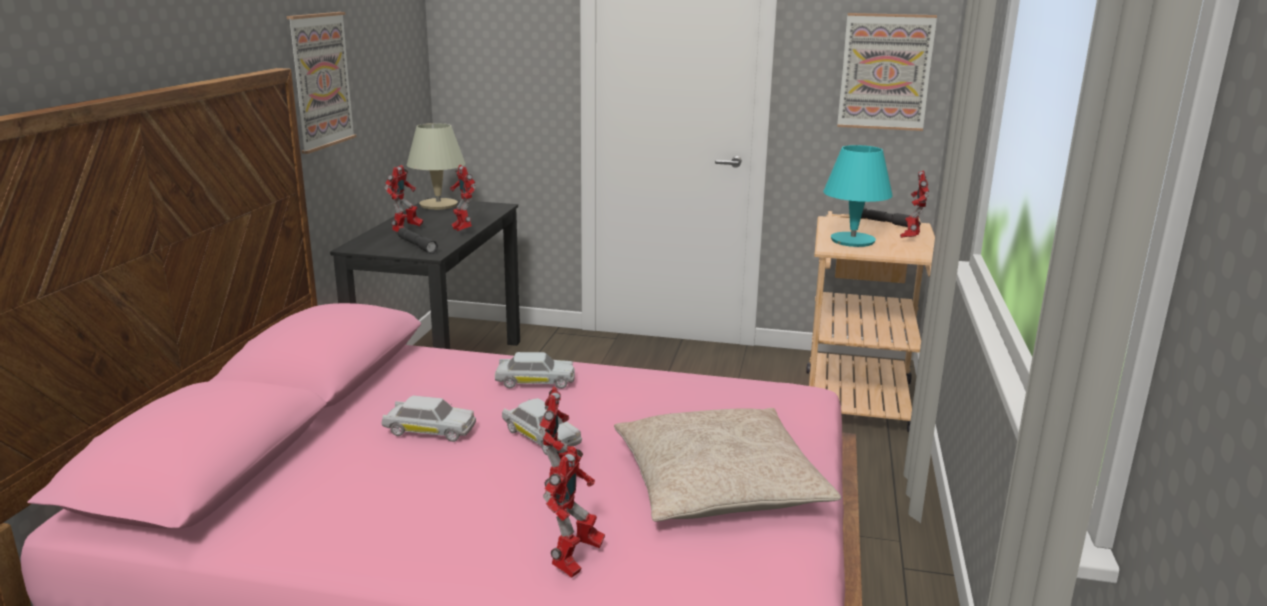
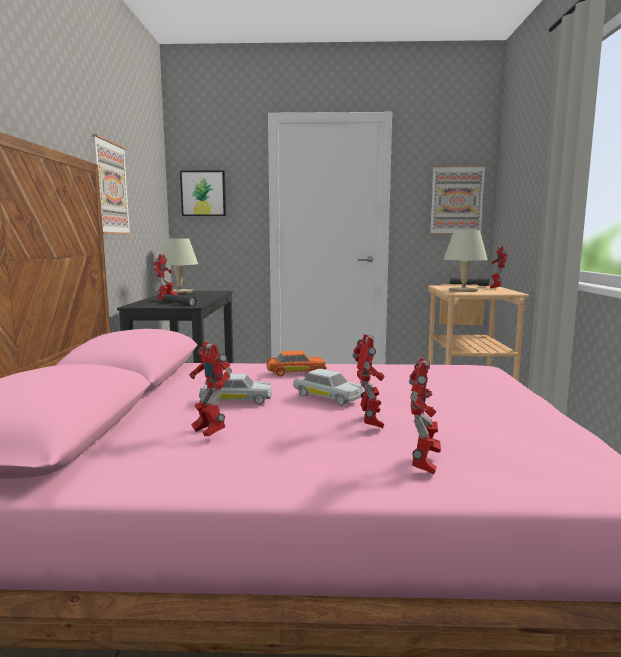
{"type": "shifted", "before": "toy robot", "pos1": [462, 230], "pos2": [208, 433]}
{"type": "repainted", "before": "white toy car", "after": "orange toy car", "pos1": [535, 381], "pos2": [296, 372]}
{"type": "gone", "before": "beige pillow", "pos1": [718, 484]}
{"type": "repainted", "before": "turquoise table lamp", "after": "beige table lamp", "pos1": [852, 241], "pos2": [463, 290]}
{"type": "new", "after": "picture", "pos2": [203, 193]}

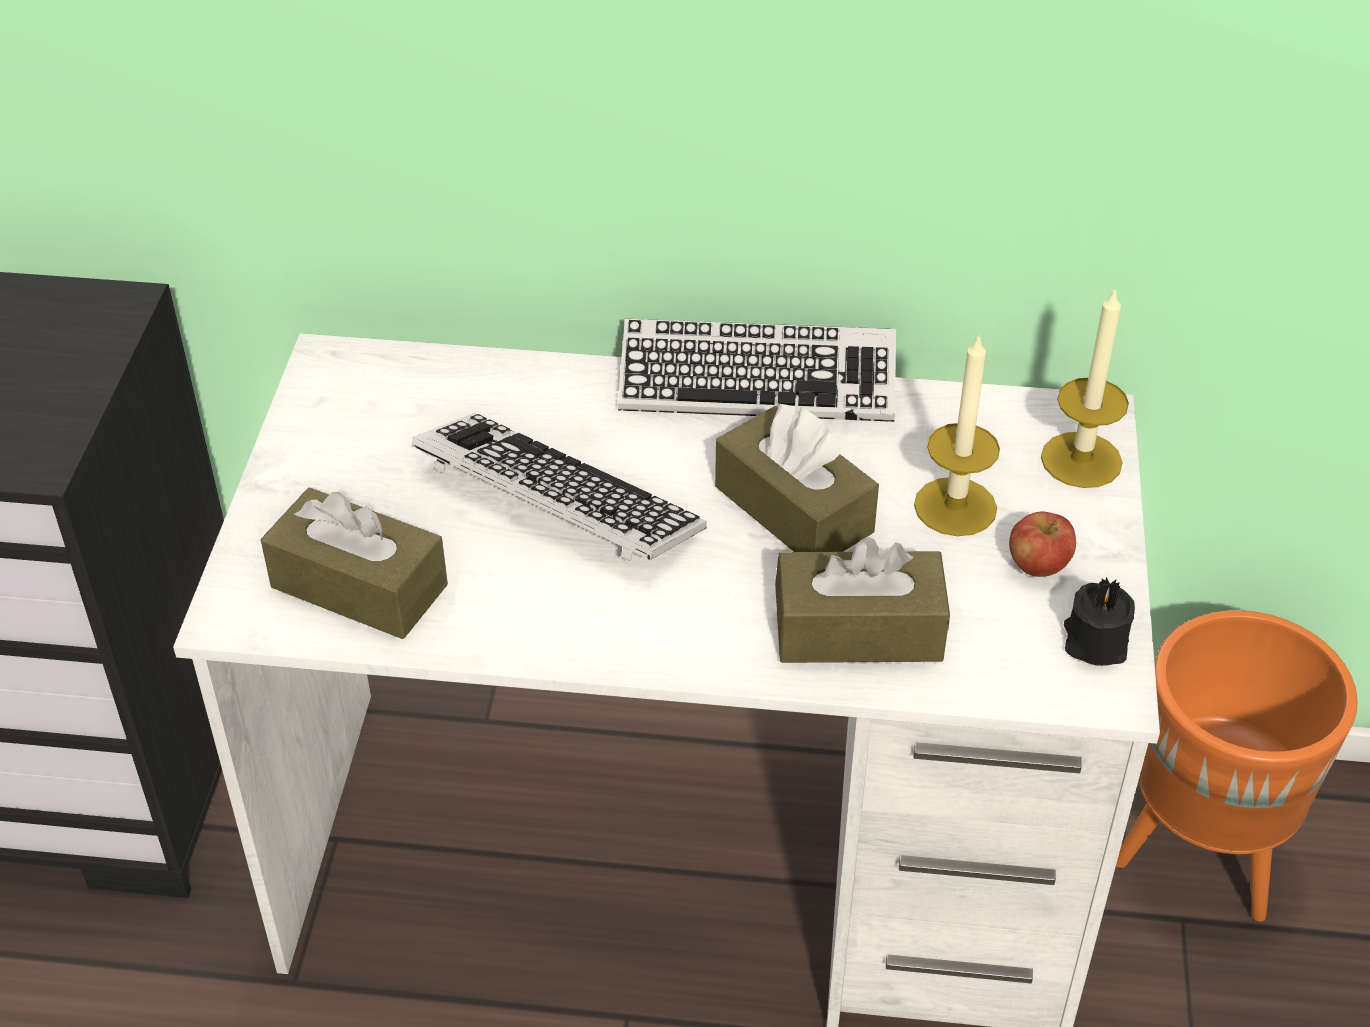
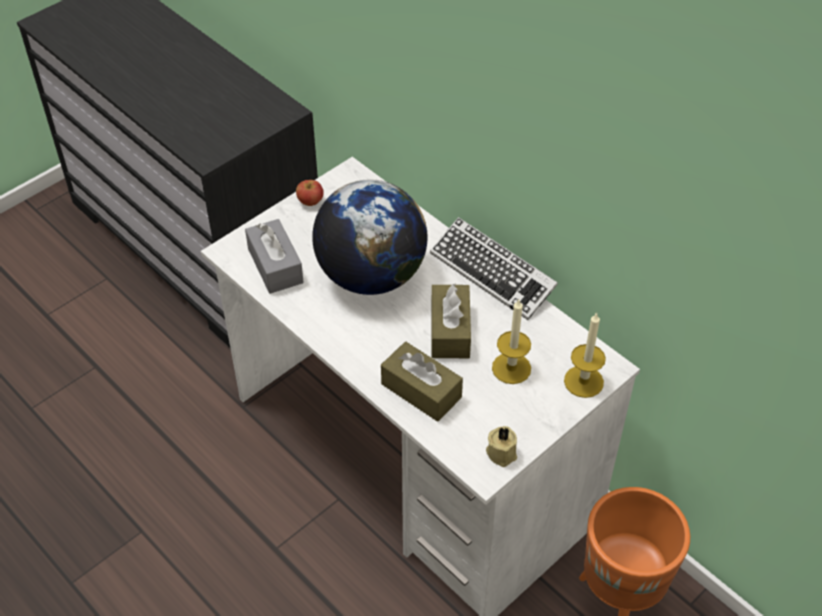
{"type": "repainted", "before": "brown tissue box", "after": "grey tissue box", "pos1": [359, 586], "pos2": [275, 265]}
{"type": "swapped", "before": "keyboard", "after": "globe", "pos1": [557, 501], "pos2": [371, 275]}
{"type": "shifted", "before": "apple", "pos1": [1038, 565], "pos2": [310, 201]}
{"type": "repainted", "before": "black candle", "after": "beige candle", "pos1": [1094, 641], "pos2": [502, 452]}

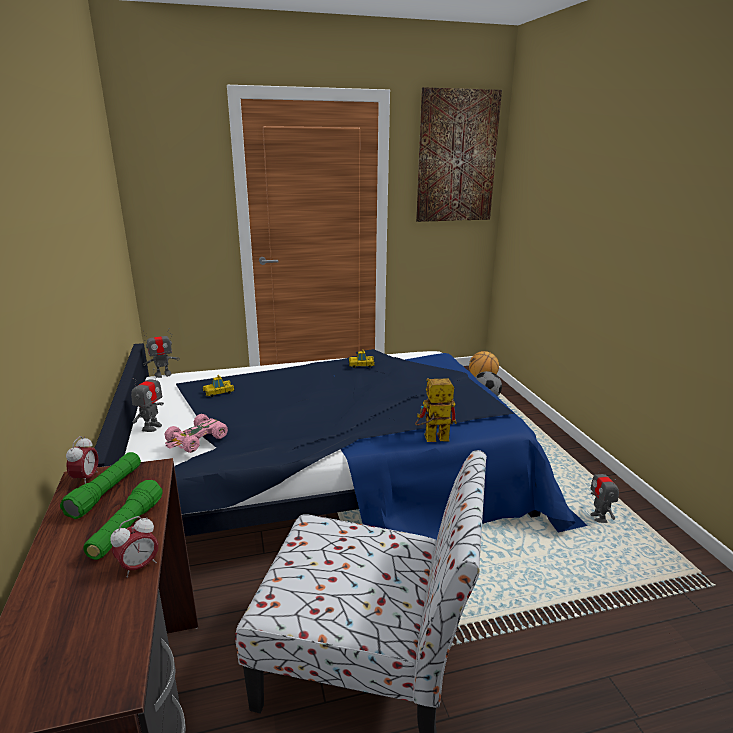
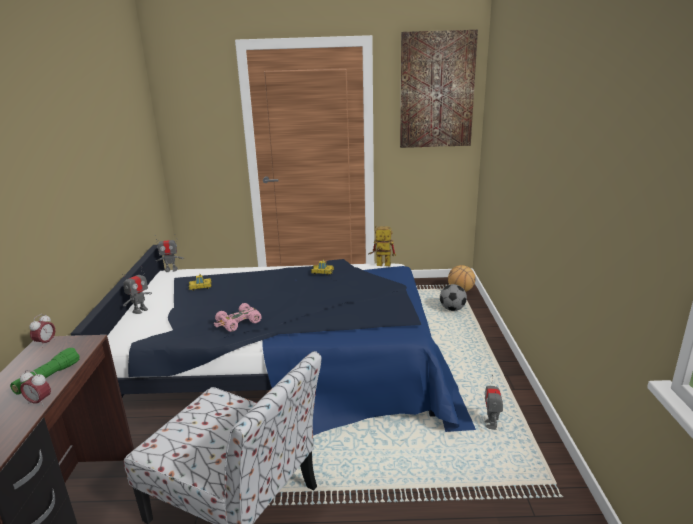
{"type": "gone", "before": "green flashlight", "pos1": [106, 492]}
{"type": "rotated", "before": "alarm clock", "pos1": [139, 566], "pos2": [39, 402], "turn": 45}
{"type": "shifted", "before": "pink toy car", "pos1": [196, 440], "pos2": [238, 322]}
{"type": "shifted", "before": "toy robot", "pos1": [431, 439], "pos2": [380, 265]}

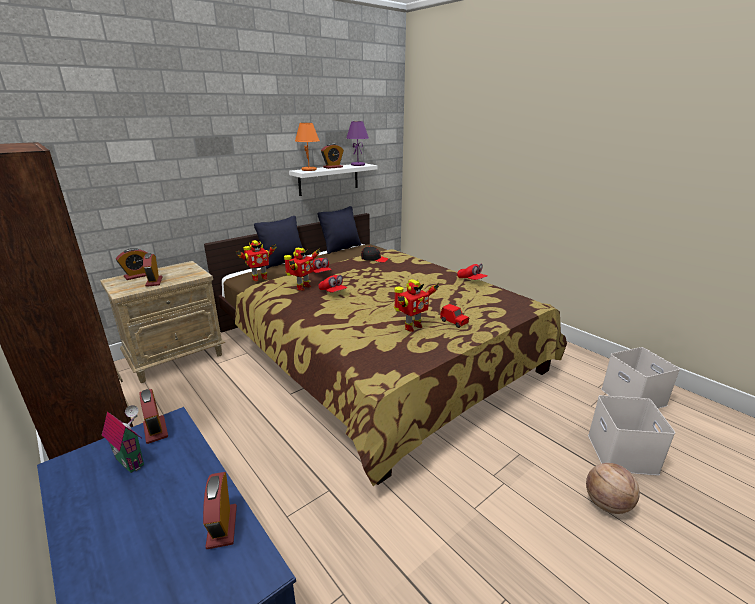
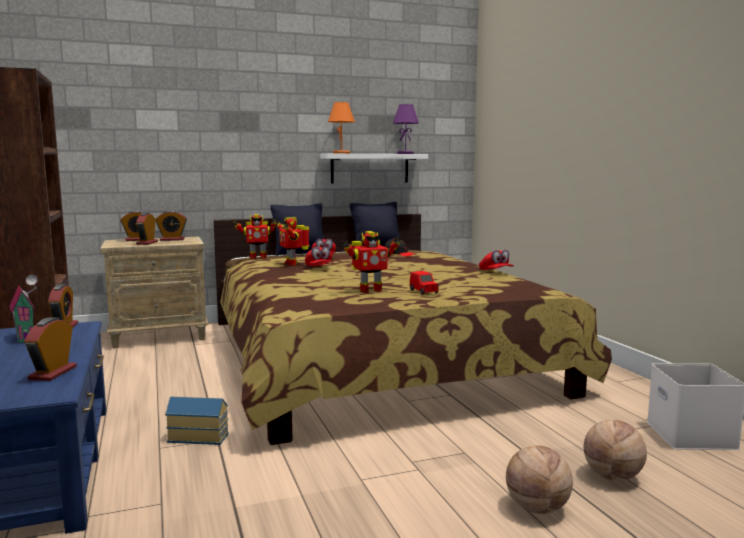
{"type": "rotated", "before": "toy robot", "pos1": [302, 287], "pos2": [292, 264], "turn": 105}
{"type": "shifted", "before": "alarm clock", "pos1": [333, 167], "pos2": [172, 239]}
{"type": "swapped", "before": "white storage box", "after": "basketball", "pos1": [623, 454], "pos2": [612, 477]}
{"type": "new", "after": "toy house", "pos2": [199, 436]}

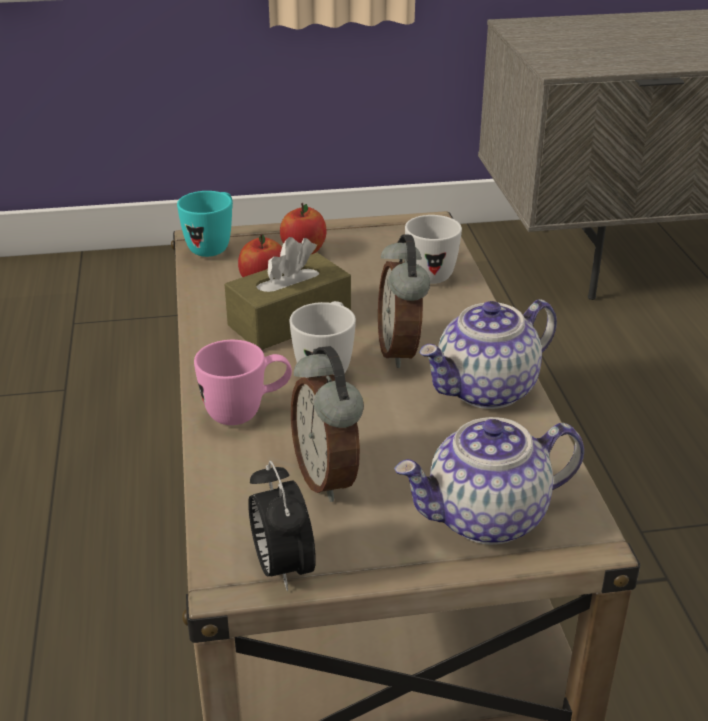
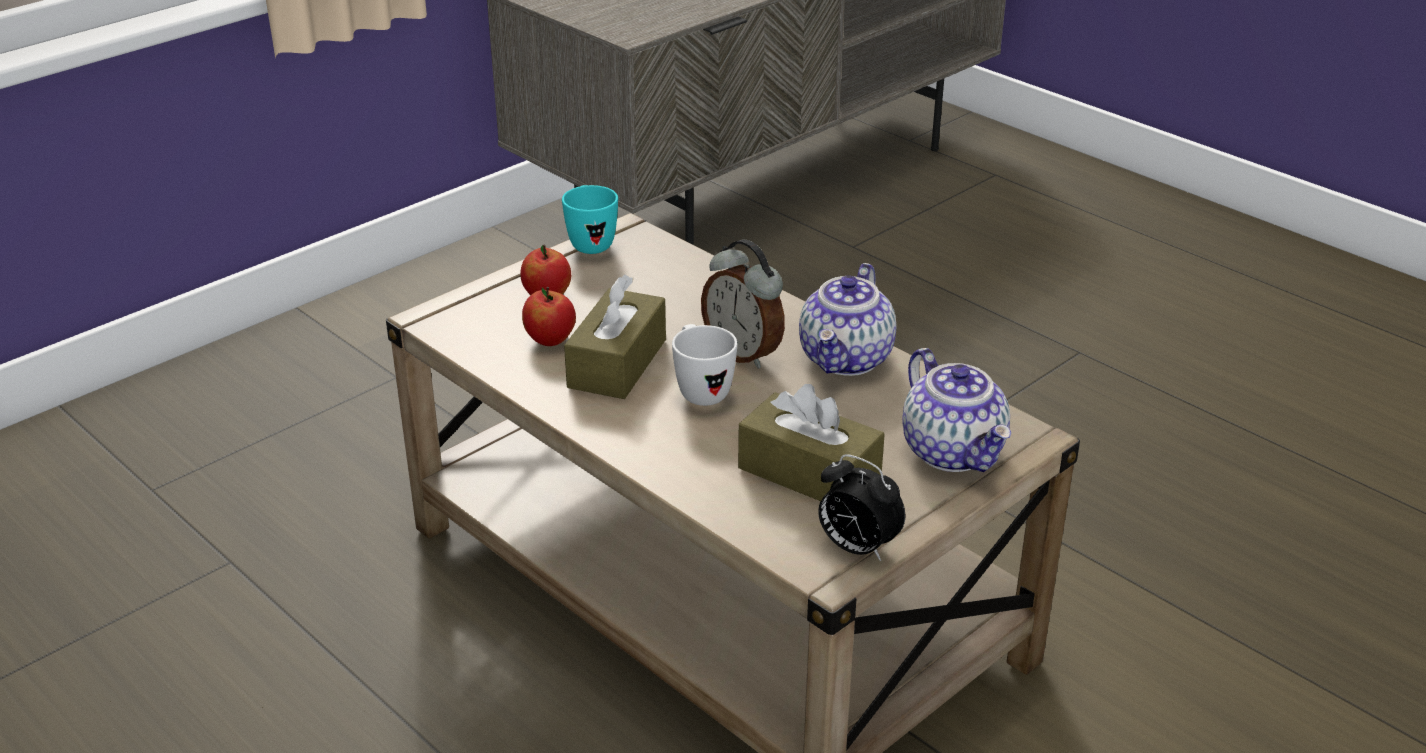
{"type": "shifted", "before": "turquoise mug", "pos1": [213, 246], "pos2": [590, 242]}
{"type": "gone", "before": "pink mug", "pos1": [246, 412]}
{"type": "swapped", "before": "alarm clock", "after": "brown tissue box", "pos1": [328, 477], "pos2": [809, 473]}
{"type": "rotated", "before": "teapot", "pos1": [486, 518], "pos2": [954, 452], "turn": -60}
{"type": "gone", "before": "white mug", "pos1": [430, 272]}

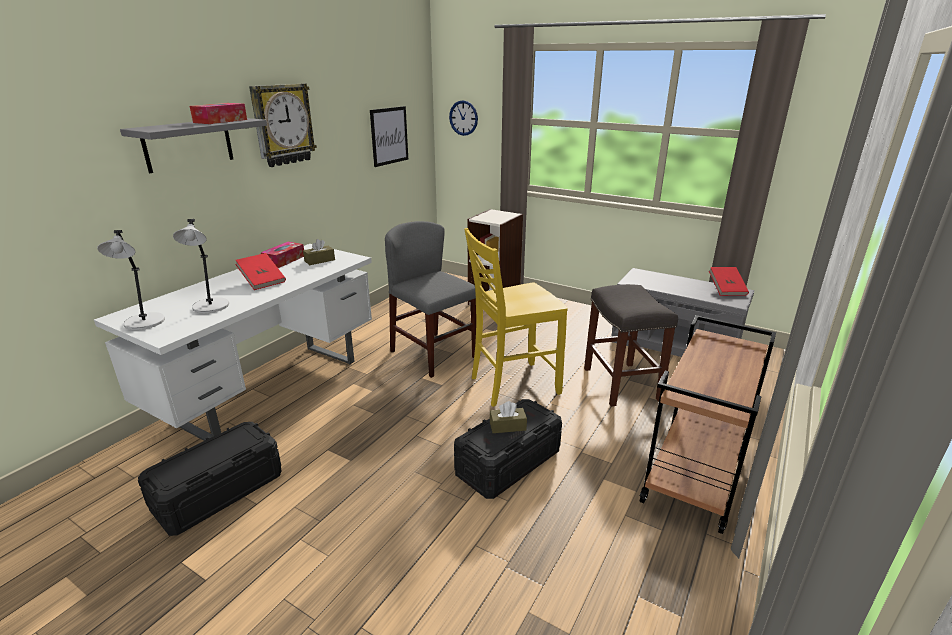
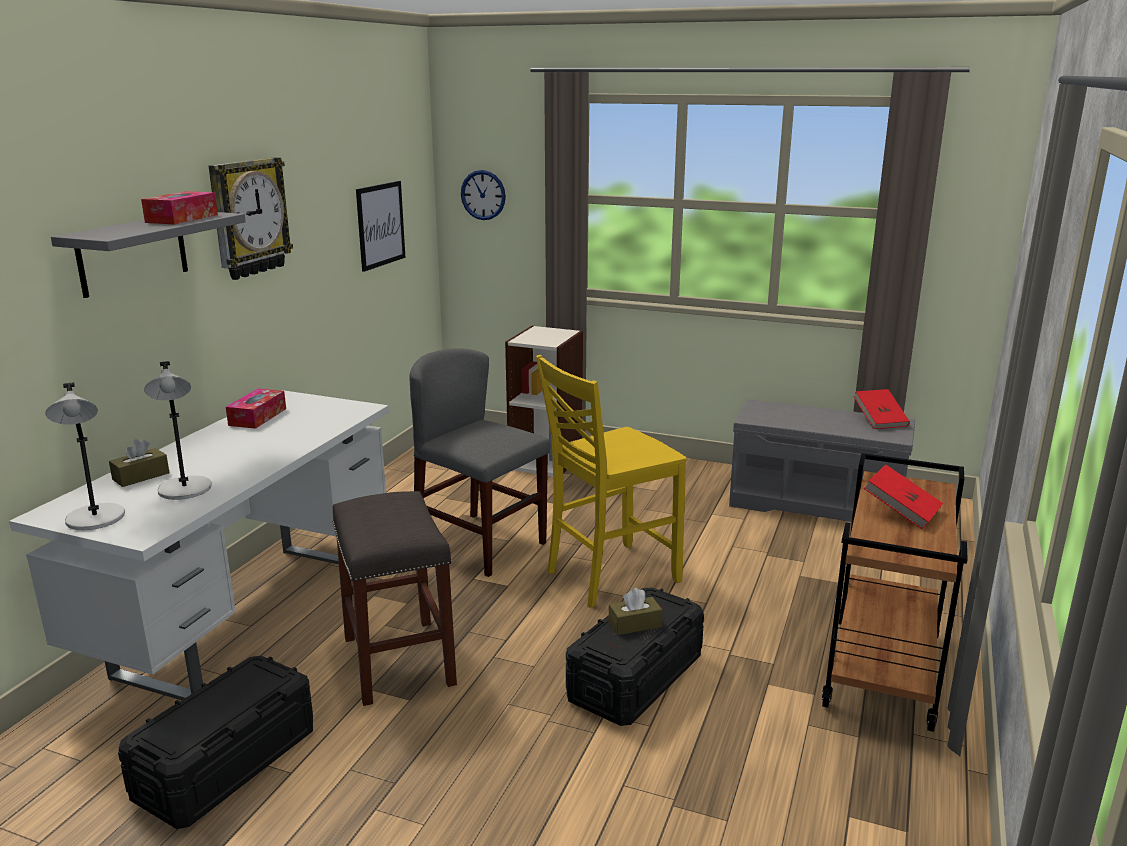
{"type": "shifted", "before": "red book", "pos1": [262, 281], "pos2": [901, 512]}
{"type": "shifted", "before": "brown tissue box", "pos1": [319, 260], "pos2": [141, 476]}
{"type": "shifted", "before": "grey stool", "pos1": [622, 384], "pos2": [400, 662]}

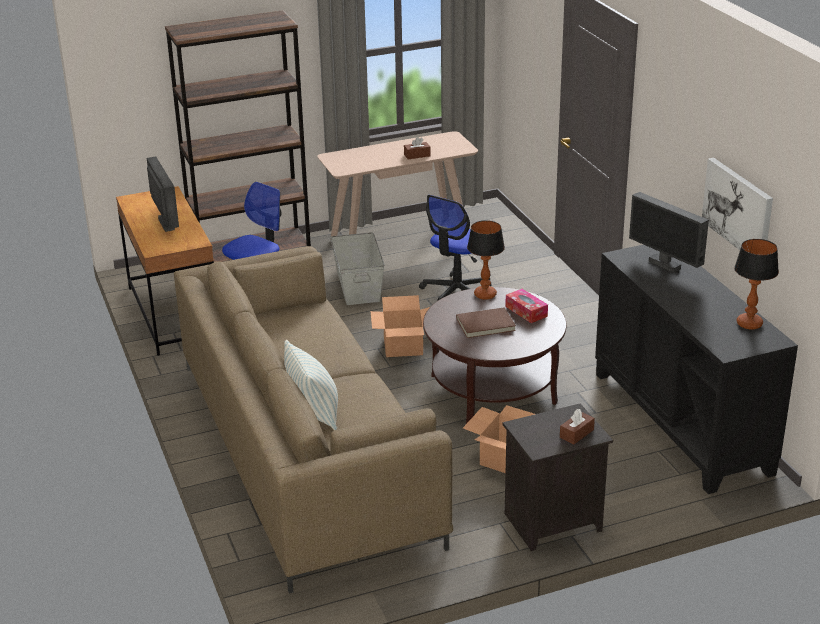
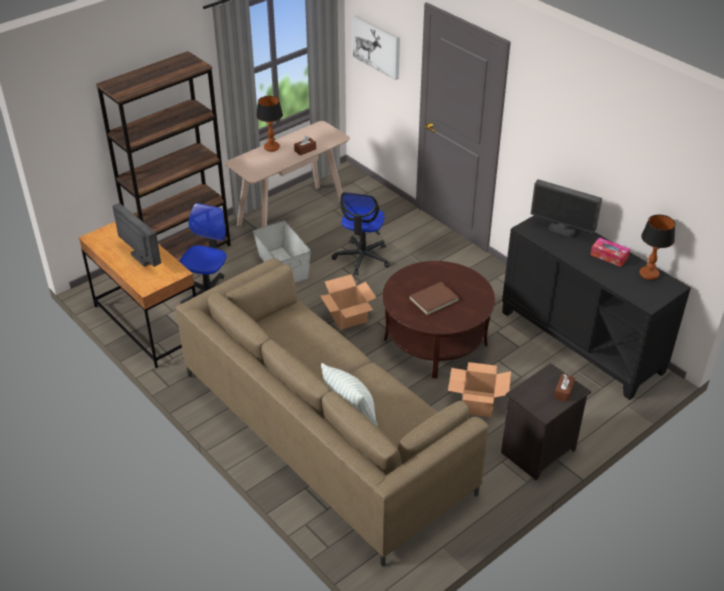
{"type": "shifted", "before": "table lamp", "pos1": [484, 295], "pos2": [271, 148]}
{"type": "shifted", "before": "tissue box", "pos1": [526, 311], "pos2": [609, 256]}
{"type": "shifted", "before": "picture", "pos1": [738, 209], "pos2": [377, 46]}

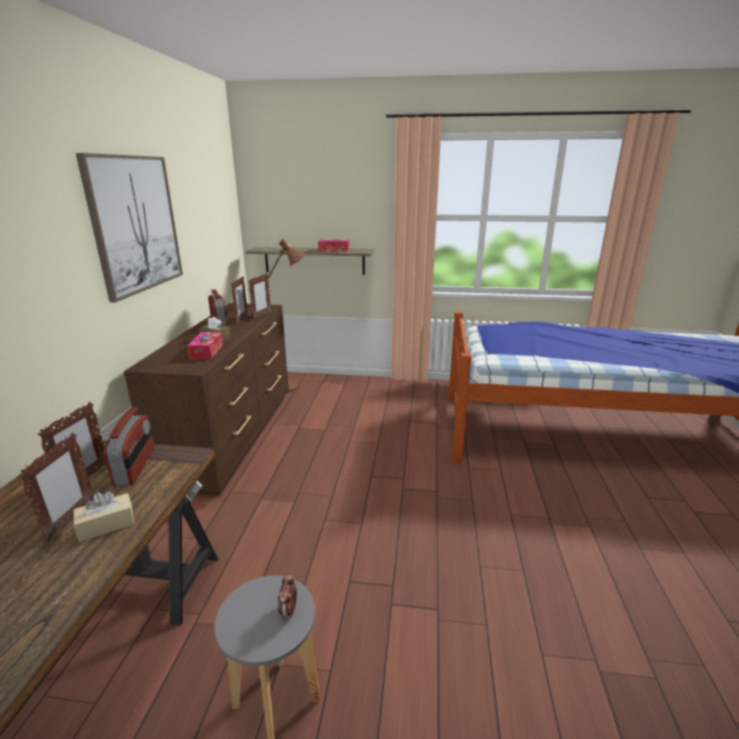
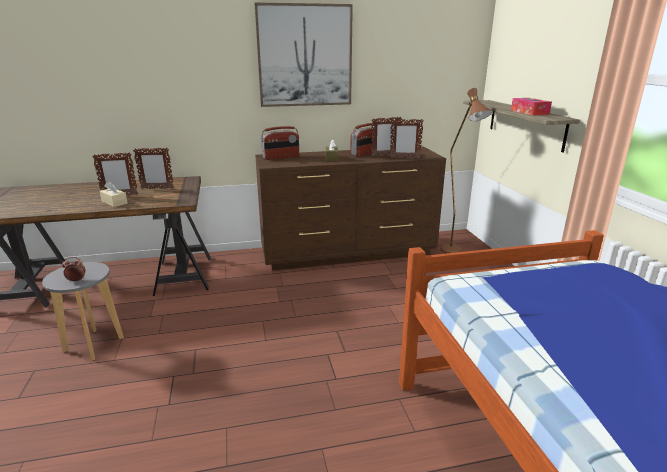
{"type": "shifted", "before": "radio", "pos1": [136, 467], "pos2": [281, 157]}
{"type": "gone", "before": "tissue box", "pos1": [206, 351]}

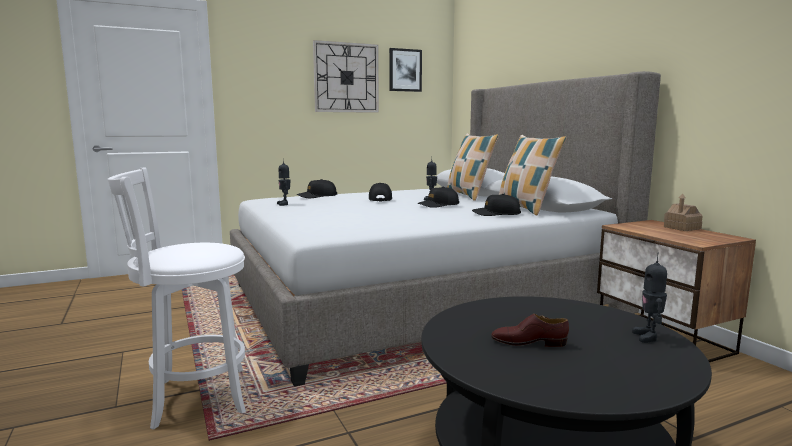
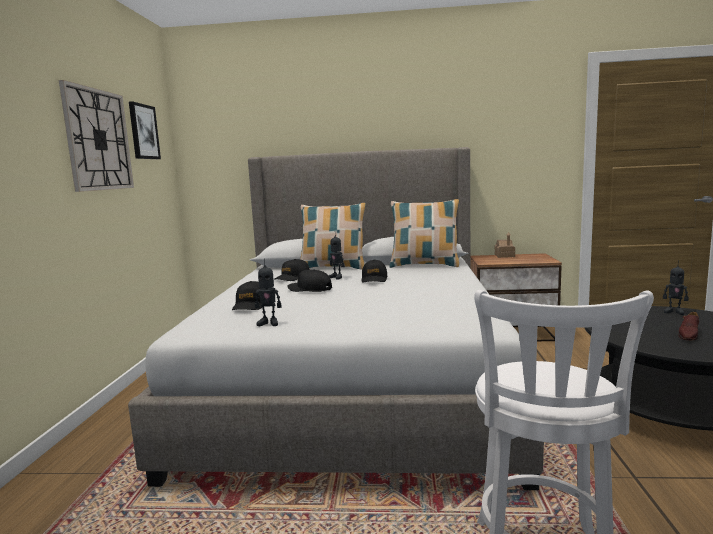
{"type": "shifted", "before": "black cap", "pos1": [496, 214], "pos2": [292, 277]}

